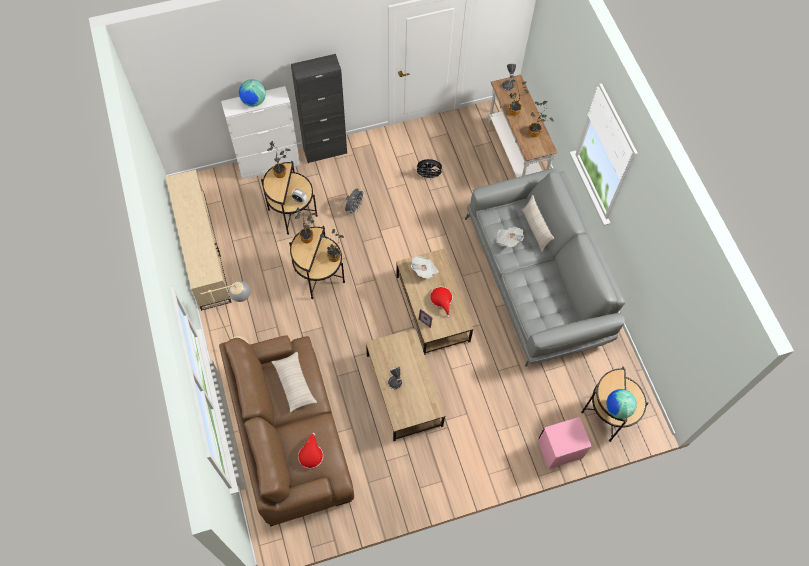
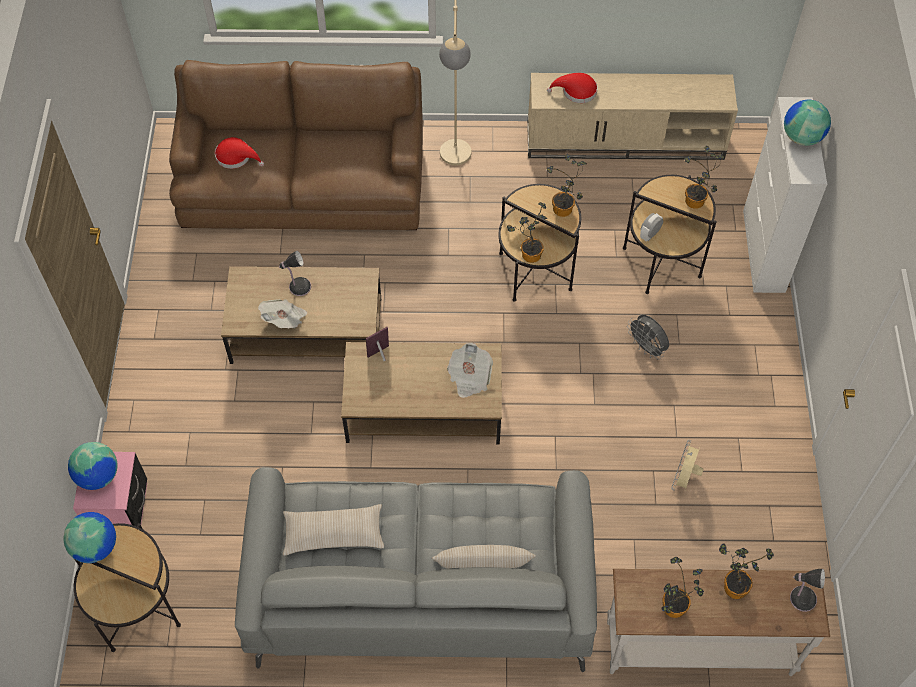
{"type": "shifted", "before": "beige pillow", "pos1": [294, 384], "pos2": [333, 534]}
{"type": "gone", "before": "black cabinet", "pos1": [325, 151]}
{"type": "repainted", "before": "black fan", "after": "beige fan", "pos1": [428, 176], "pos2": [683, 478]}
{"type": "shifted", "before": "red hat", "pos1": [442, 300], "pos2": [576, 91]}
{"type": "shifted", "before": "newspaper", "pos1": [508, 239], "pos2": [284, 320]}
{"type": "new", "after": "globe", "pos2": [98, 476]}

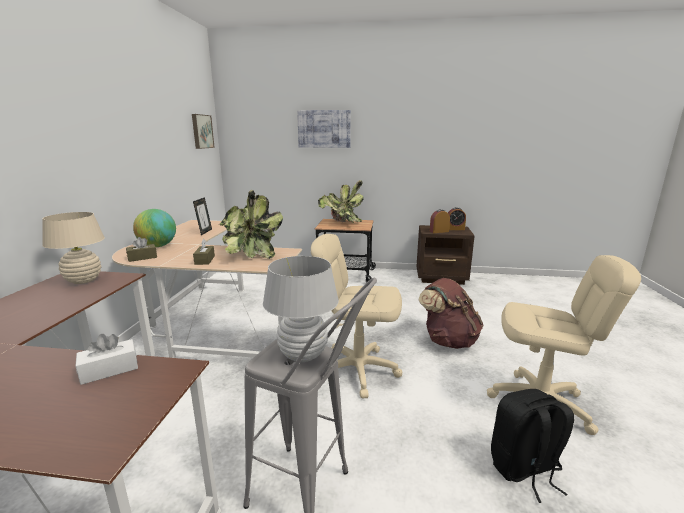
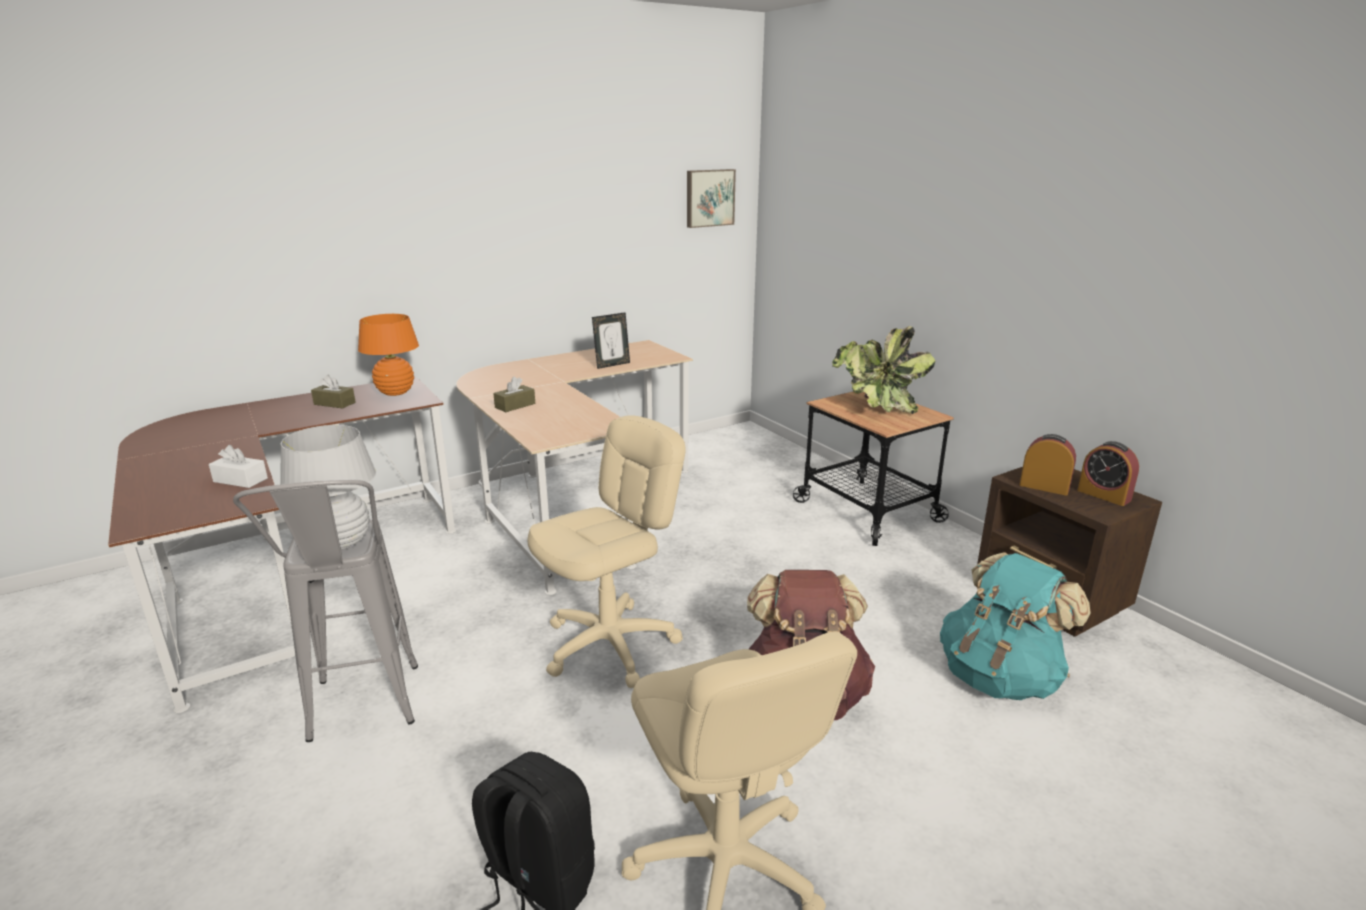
{"type": "repainted", "before": "beige table lamp", "after": "orange table lamp", "pos1": [83, 280], "pos2": [395, 392]}
{"type": "shifted", "before": "brown tissue box", "pos1": [142, 258], "pos2": [334, 403]}
{"type": "gone", "before": "globe", "pos1": [158, 246]}
{"type": "gone", "before": "potted plant", "pos1": [249, 254]}
{"type": "gone", "before": "picture", "pos1": [324, 129]}
{"type": "rotated", "before": "beige office chair", "pos1": [357, 370], "pos2": [610, 645], "turn": 75}
{"type": "new", "after": "turquoise backpack", "pos2": [999, 677]}

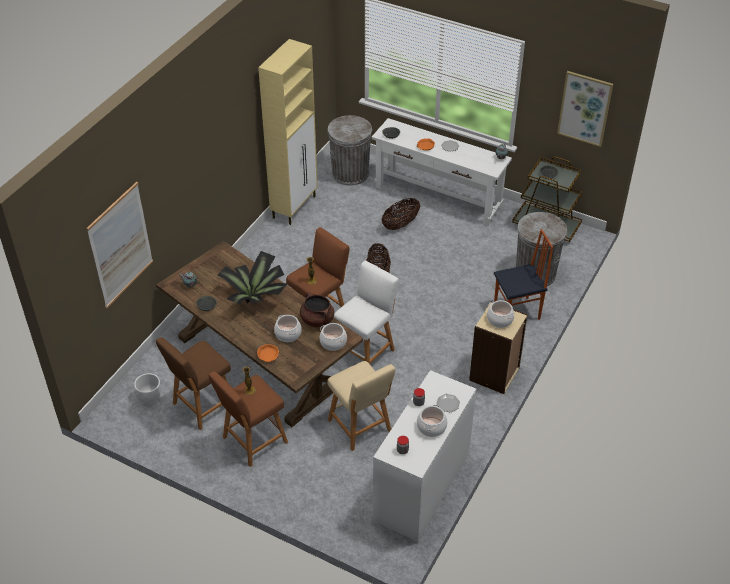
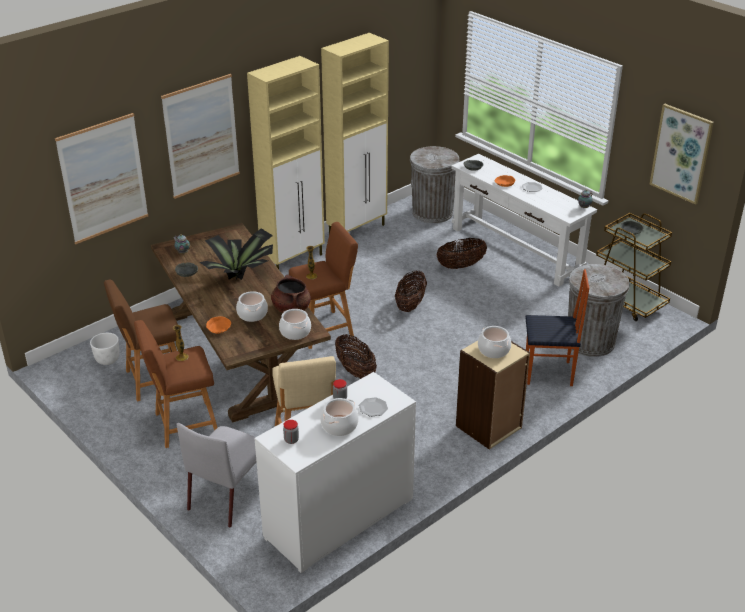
{"type": "swapped", "before": "white stool", "after": "basket", "pos1": [366, 351], "pos2": [355, 371]}
{"type": "new", "after": "picture", "pos2": [201, 136]}
{"type": "new", "after": "grey chair", "pos2": [228, 496]}
{"type": "new", "after": "beige cabinet", "pos2": [293, 259]}

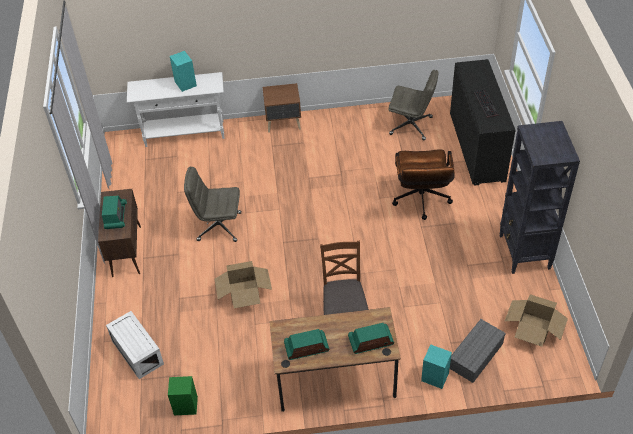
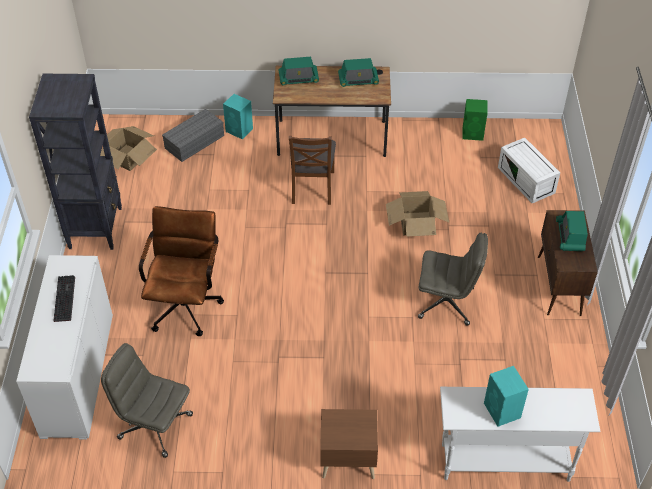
{"type": "repainted", "before": "black cabinet", "after": "white cabinet", "pos1": [477, 147], "pos2": [78, 374]}

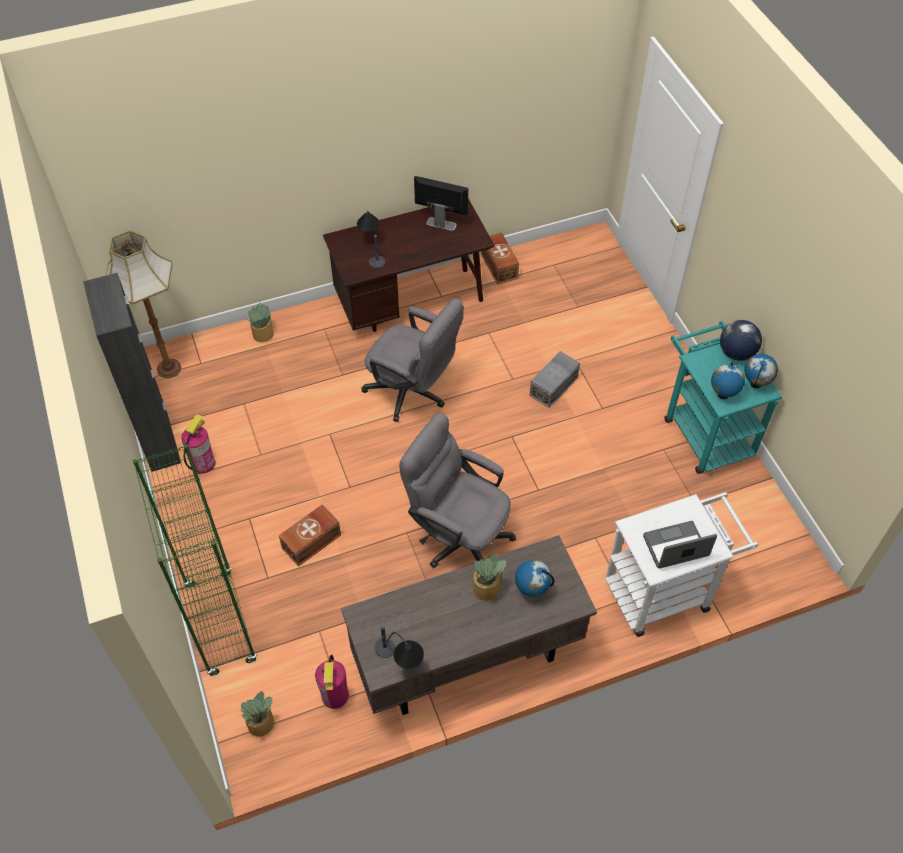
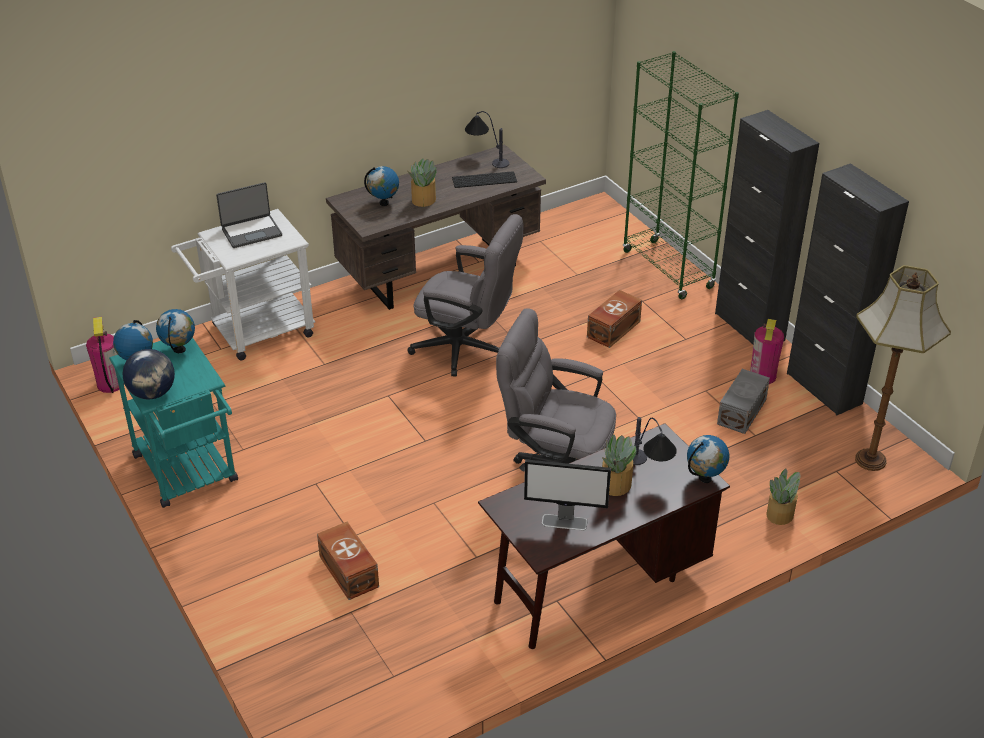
{"type": "shifted", "before": "potted plant", "pos1": [261, 723], "pos2": [615, 485]}
{"type": "shifted", "before": "fire extinguisher", "pos1": [335, 695], "pos2": [110, 384]}
{"type": "shifted", "before": "brown storage box", "pos1": [499, 265], "pos2": [348, 572]}
{"type": "shifted", "before": "grey storage box", "pos1": [554, 386], "pos2": [740, 412]}
{"type": "new", "after": "keyboard", "pos2": [485, 179]}
{"type": "new", "after": "globe", "pos2": [705, 478]}
{"type": "new", "after": "black cabinet", "pos2": [749, 327]}

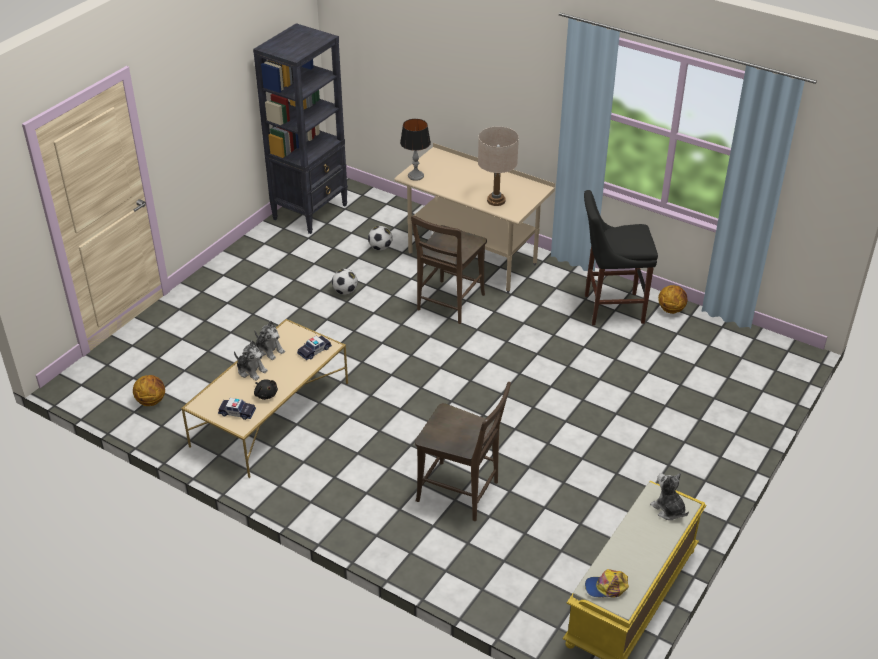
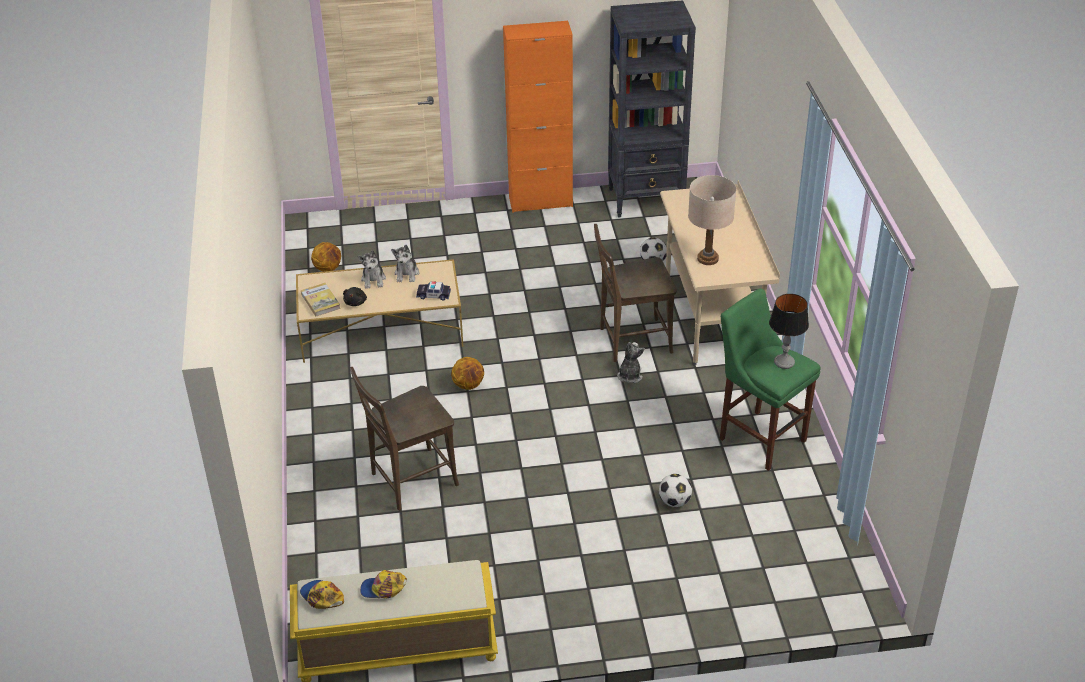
{"type": "swapped", "before": "toy car", "after": "book", "pos1": [237, 412], "pos2": [320, 301]}
{"type": "shifted", "before": "football", "pos1": [345, 291], "pos2": [674, 502]}
{"type": "shifted", "before": "table lamp", "pos1": [415, 176], "pos2": [784, 362]}
{"type": "rotated", "before": "brown chair", "pos1": [462, 493], "pos2": [410, 481], "turn": 75}
{"type": "repainted", "before": "black stool", "after": "green stool", "pos1": [610, 308], "pos2": [759, 437]}
{"type": "shifted", "before": "plush toy", "pos1": [668, 509], "pos2": [629, 376]}
{"type": "shifted", "before": "basketball", "pos1": [671, 309], "pos2": [469, 385]}
{"type": "new", "after": "cap", "pos2": [383, 589]}
{"type": "new", "after": "orange cabinet", "pos2": [540, 202]}

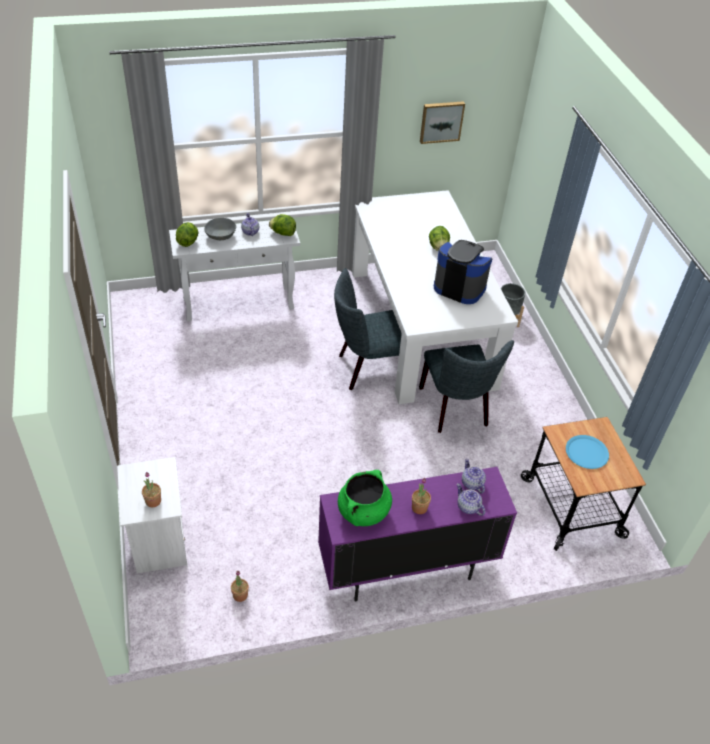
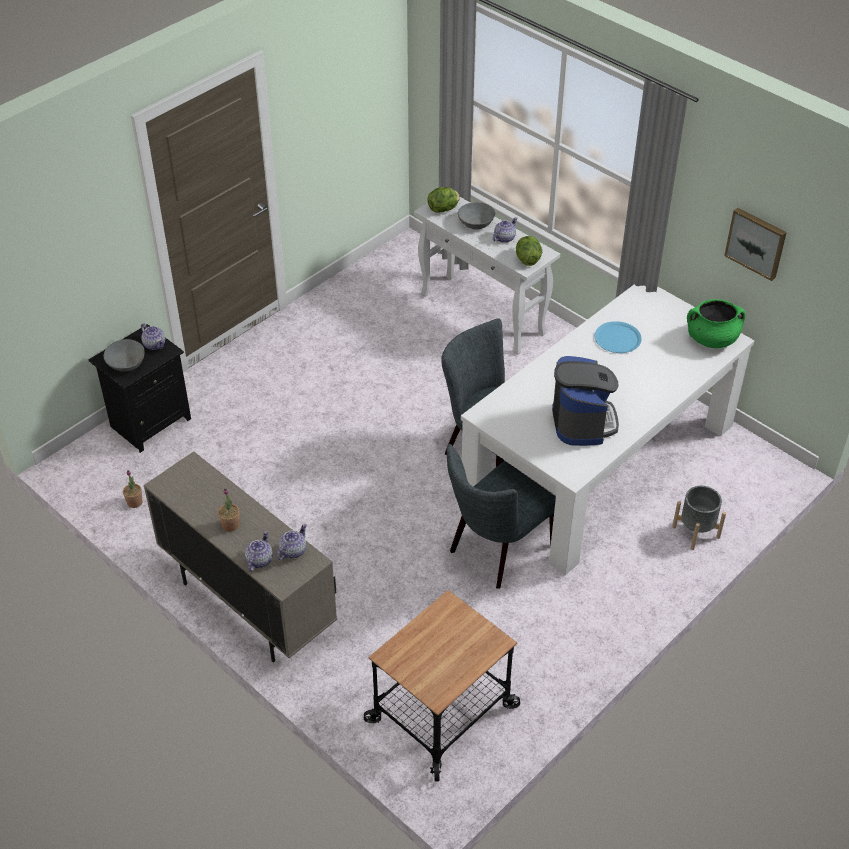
{"type": "repainted", "before": "white nightstand", "after": "black nightstand", "pos1": [158, 543], "pos2": [149, 422]}
{"type": "swapped", "before": "potted plant", "after": "grey bowl", "pos1": [153, 501], "pos2": [126, 364]}
{"type": "repainted", "before": "purple cabinet", "after": "beige cabinet", "pos1": [406, 569], "pos2": [248, 606]}
{"type": "shifted", "before": "green cooking pot", "pos1": [363, 511], "pos2": [711, 339]}
{"type": "gone", "before": "lettuce", "pos1": [438, 247]}
{"type": "shifted", "before": "blue plate", "pos1": [586, 452], "pos2": [617, 338]}
{"type": "new", "after": "teapot", "pos2": [155, 344]}

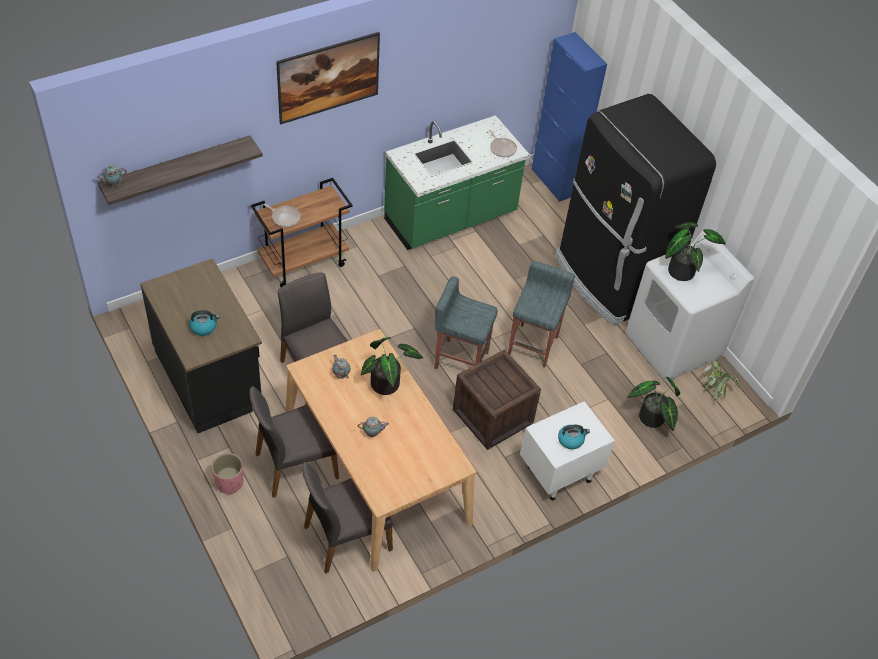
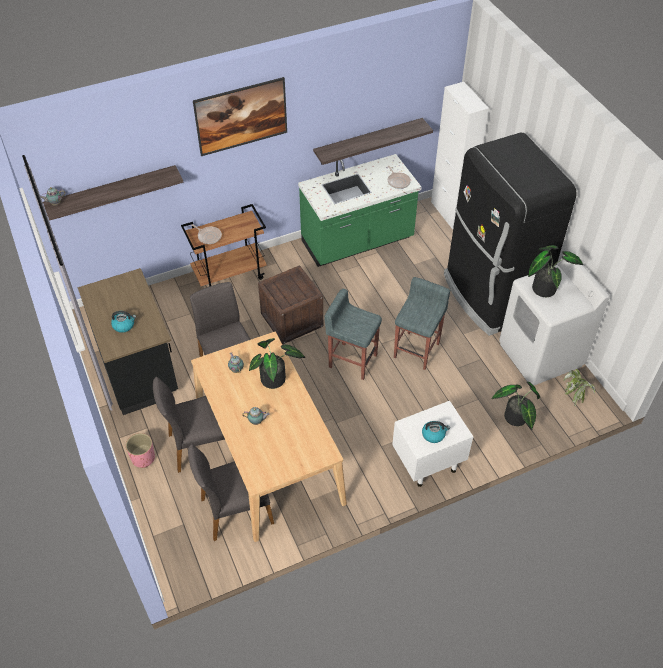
{"type": "shifted", "before": "crate", "pos1": [492, 416], "pos2": [292, 320]}
{"type": "repainted", "before": "blue cabinet", "after": "white cabinet", "pos1": [554, 182], "pos2": [449, 212]}
{"type": "new", "after": "shelf", "pos2": [368, 141]}

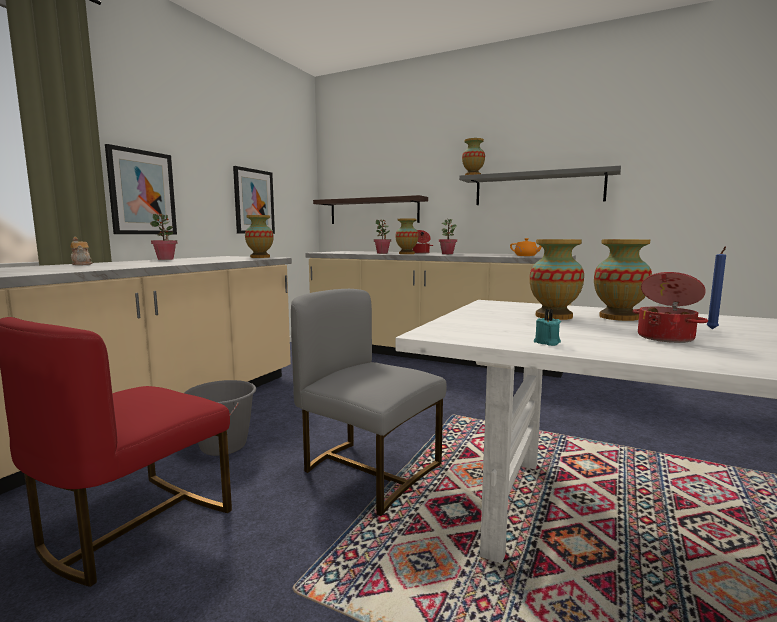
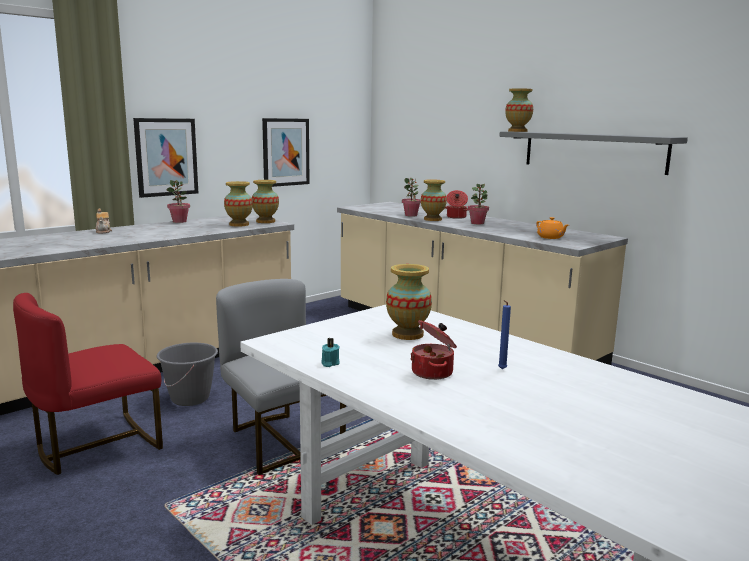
{"type": "gone", "before": "shelf", "pos1": [373, 211]}
{"type": "shifted", "before": "vase", "pos1": [618, 317], "pos2": [239, 224]}

